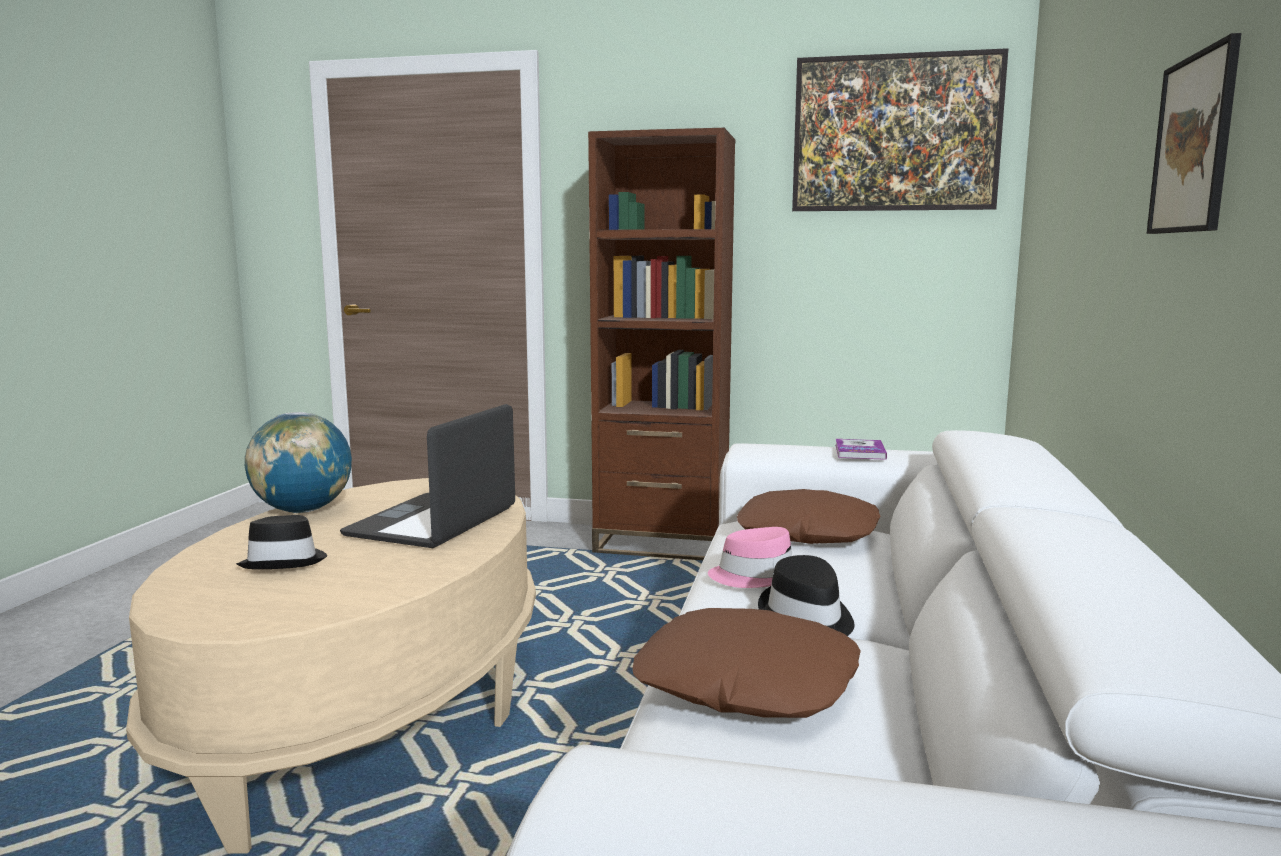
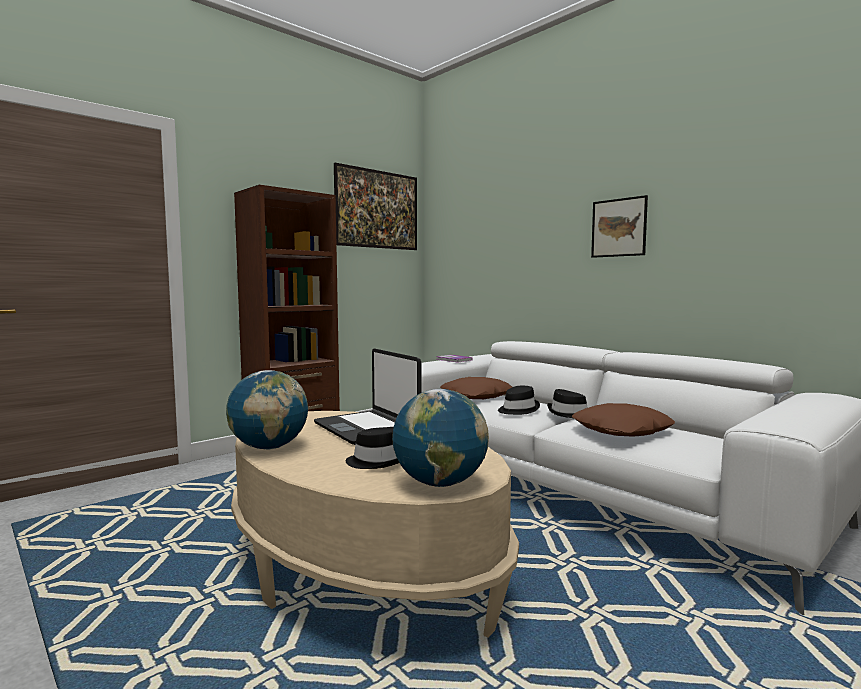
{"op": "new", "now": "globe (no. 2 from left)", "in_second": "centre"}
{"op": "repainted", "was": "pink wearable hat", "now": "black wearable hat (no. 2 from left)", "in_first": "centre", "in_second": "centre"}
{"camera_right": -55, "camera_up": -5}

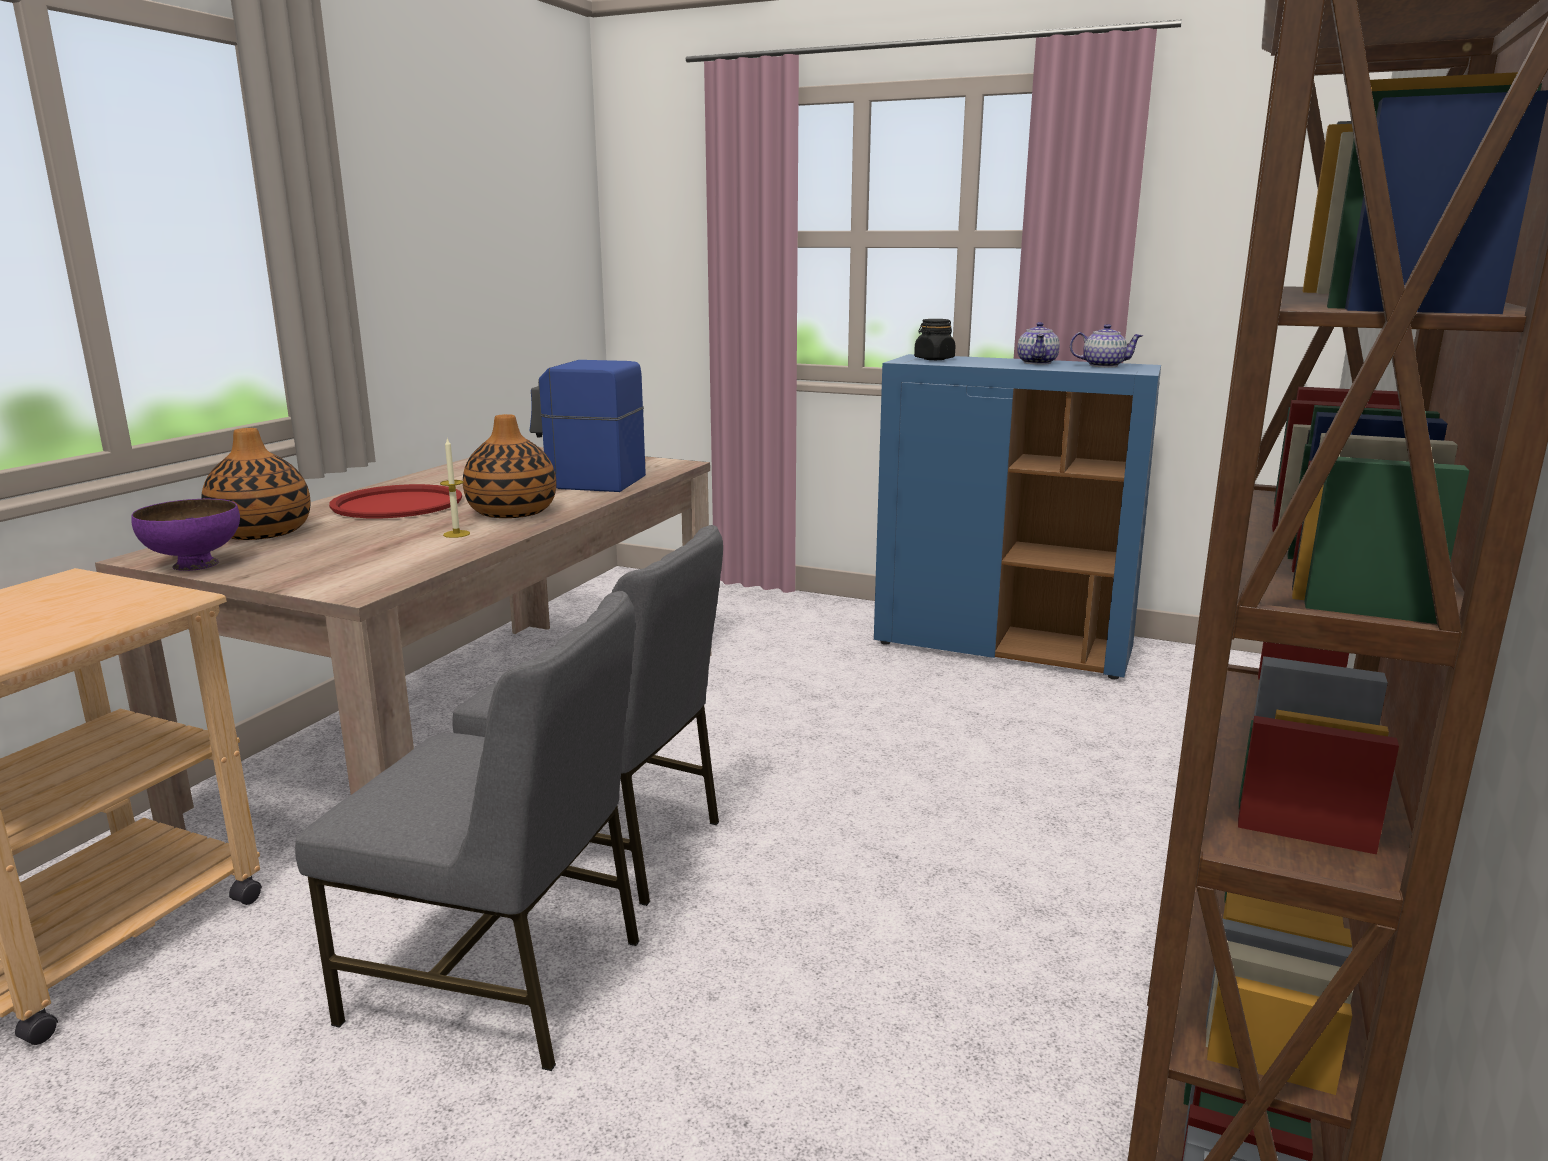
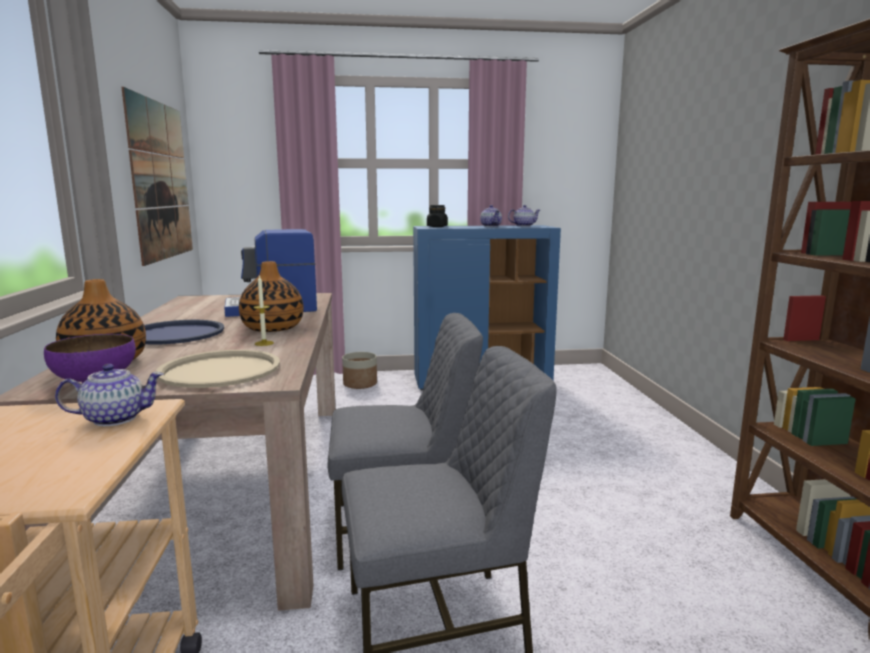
{"op": "new", "now": "tea pot (no. 1 from left)", "in_second": "middle left"}
{"op": "new", "now": "wall picture", "in_second": "top left"}
{"op": "new", "now": "sand-coloured tray", "in_second": "middle left"}
{"op": "new", "now": "planter", "in_second": "centre"}
{"op": "repainted", "was": "red tray", "now": "blue tray", "in_first": "middle left", "in_second": "middle left"}
{"camera_right": -30, "camera_up": -5}

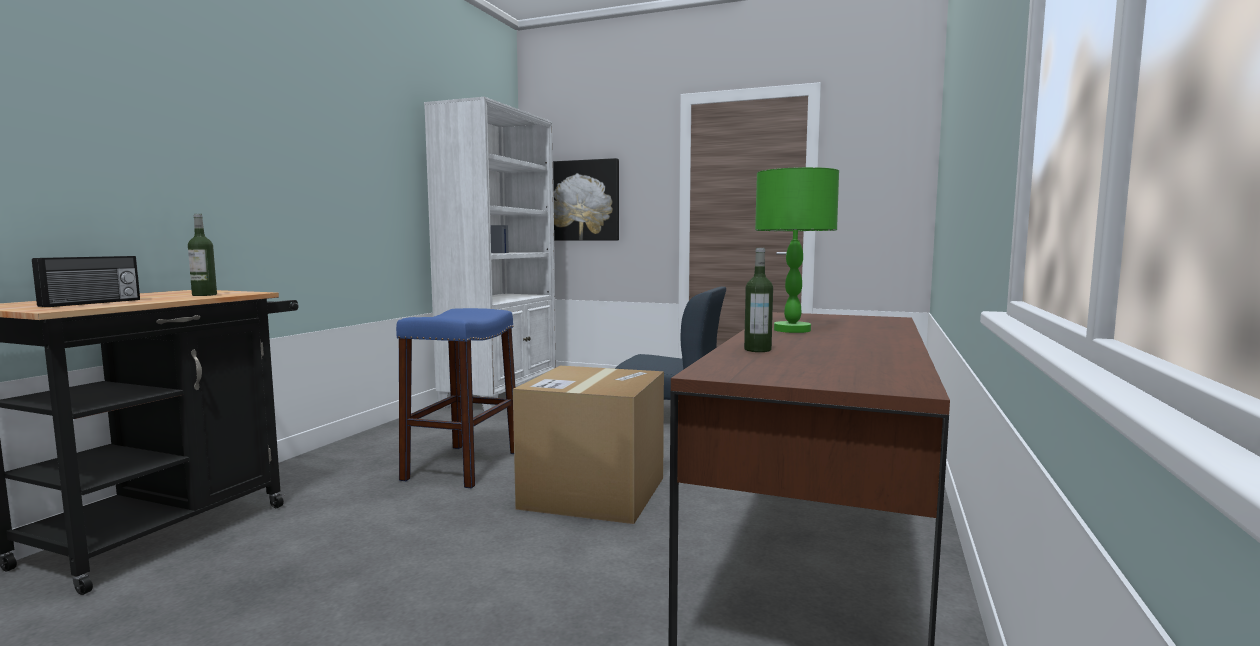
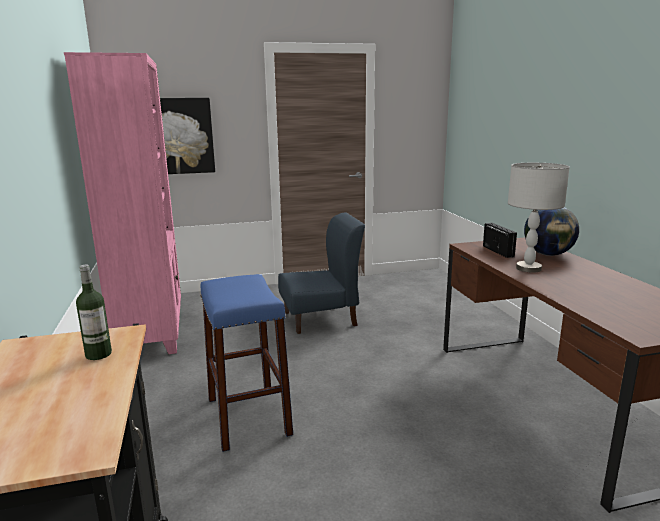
{"op": "gone", "was": "cardboard box", "in_first": "bottom centre"}
{"op": "gone", "was": "drink bottle (no. 2 from left)", "in_first": "centre"}
{"op": "new", "now": "globe", "in_second": "middle right"}
{"op": "shifted", "was": "radio receiver", "in_first": "middle left", "in_second": "middle right"}
{"op": "repainted", "was": "whitish bookcase", "now": "pink bookcase", "in_first": "centre", "in_second": "middle left"}
{"op": "repainted", "was": "greenish table lamp", "now": "grey table lamp", "in_first": "centre", "in_second": "middle right"}
{"camera_right": -35, "camera_up": 10}

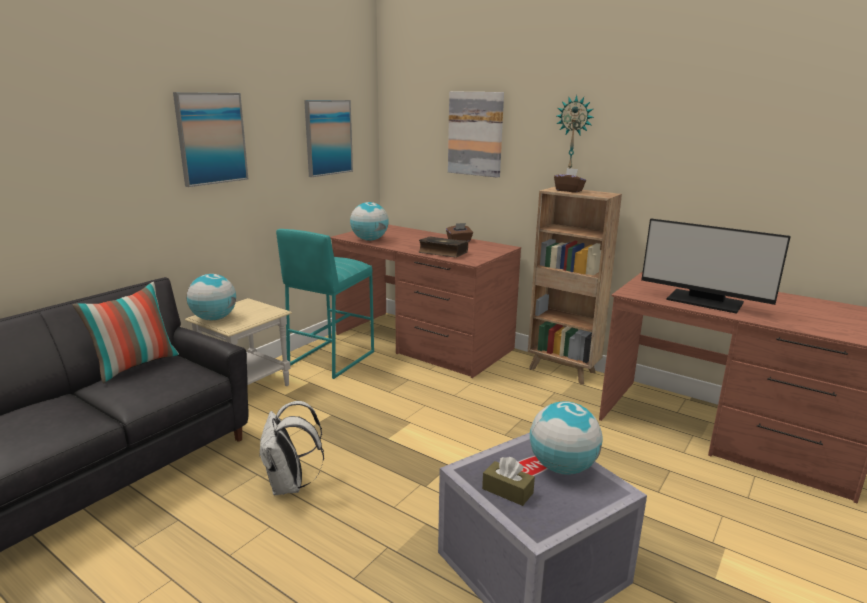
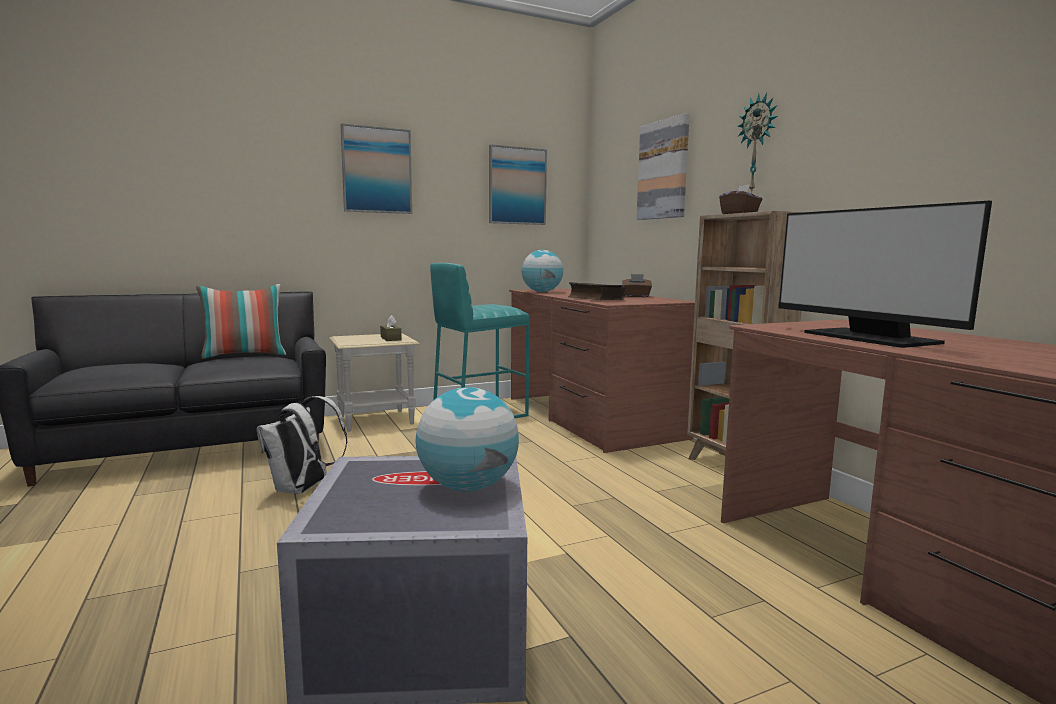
{"op": "gone", "was": "globe (no. 1 from left)", "in_first": "middle left"}
{"op": "shifted", "was": "brown box of tissues (no. 2 from left in the first image)", "now": "brown box of tissues (no. 1 from left)", "in_first": "bottom centre", "in_second": "centre"}
{"camera_right": 30, "camera_up": -10}

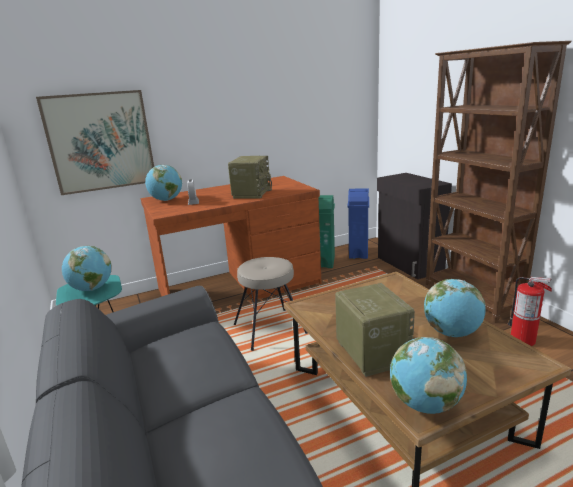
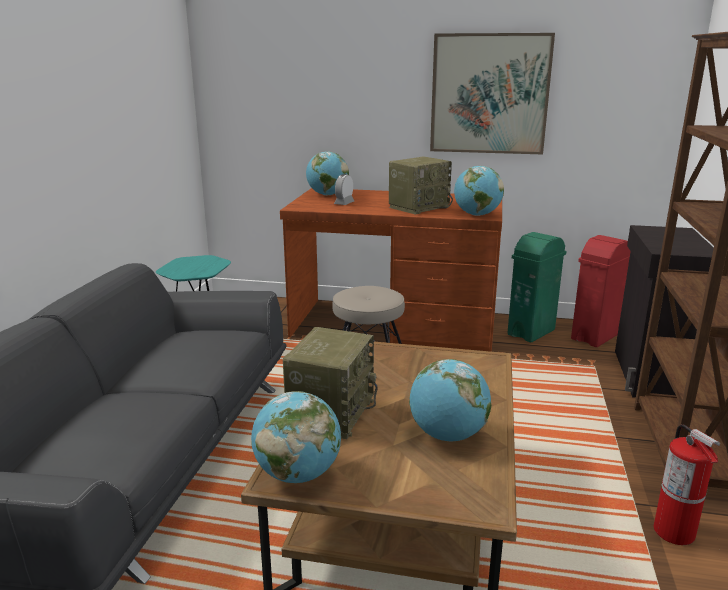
{"op": "shifted", "was": "wall picture", "in_first": "top left", "in_second": "top right"}
{"op": "shifted", "was": "globe (no. 1 from left in the first image)", "now": "globe (no. 4 from left)", "in_first": "middle left", "in_second": "top centre"}
{"op": "repainted", "was": "blue waste bin", "now": "red waste bin", "in_first": "centre", "in_second": "middle right"}
{"camera_right": 35, "camera_up": 0}

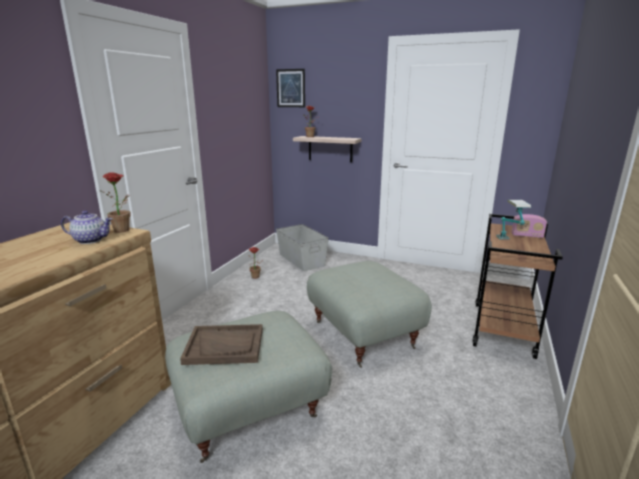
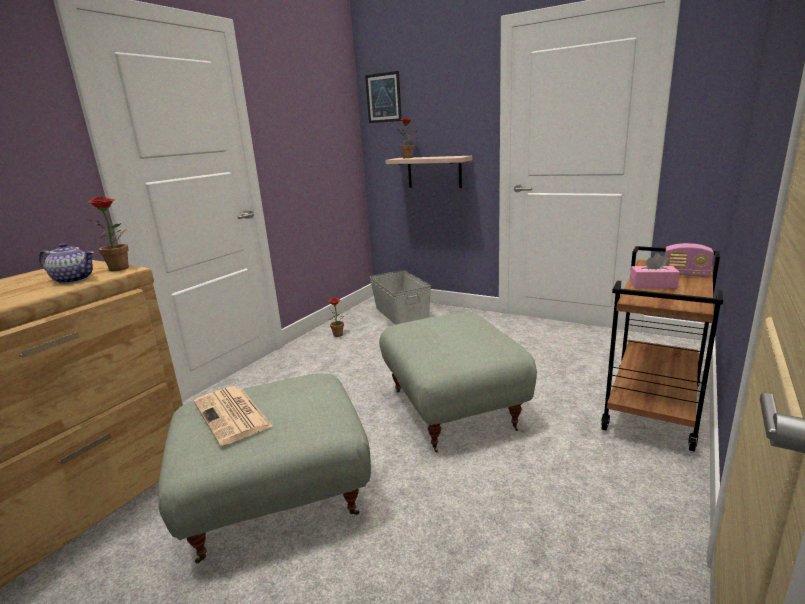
{"op": "swapped", "was": "brown tray", "now": "daily paper", "in_first": "bottom centre", "in_second": "bottom left"}
{"op": "swapped", "was": "table lamp", "now": "pink box of tissues", "in_first": "middle right", "in_second": "middle right"}
{"camera_right": 10, "camera_up": 0}

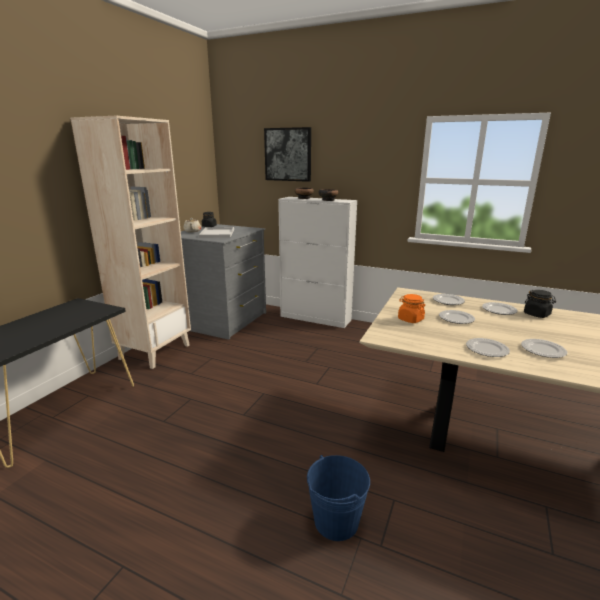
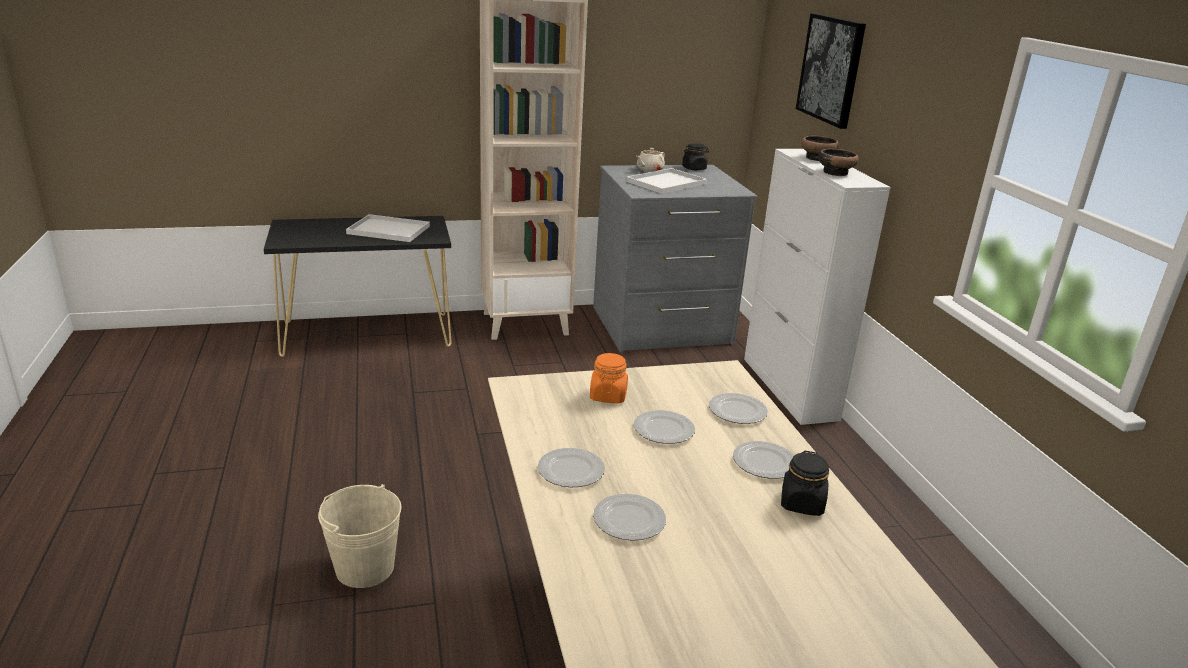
{"op": "new", "now": "whitish tray (no. 1 from left)", "in_second": "middle left"}
{"op": "repainted", "was": "blue water bucket", "now": "sand-coloured water bucket", "in_first": "bottom centre", "in_second": "bottom left"}
{"camera_right": 50, "camera_up": 5}

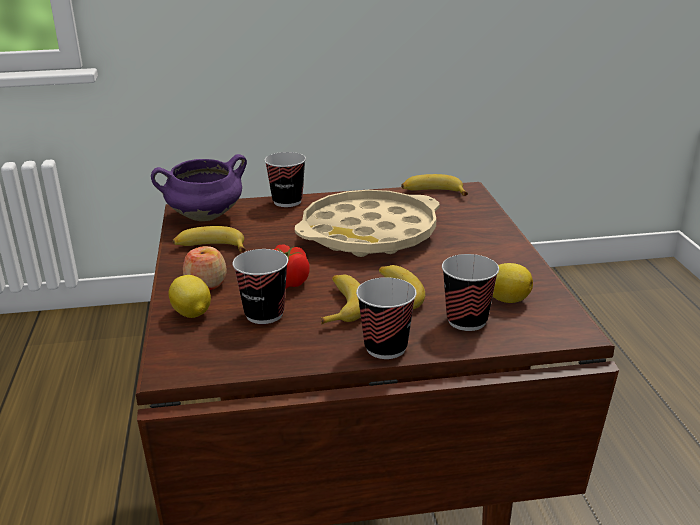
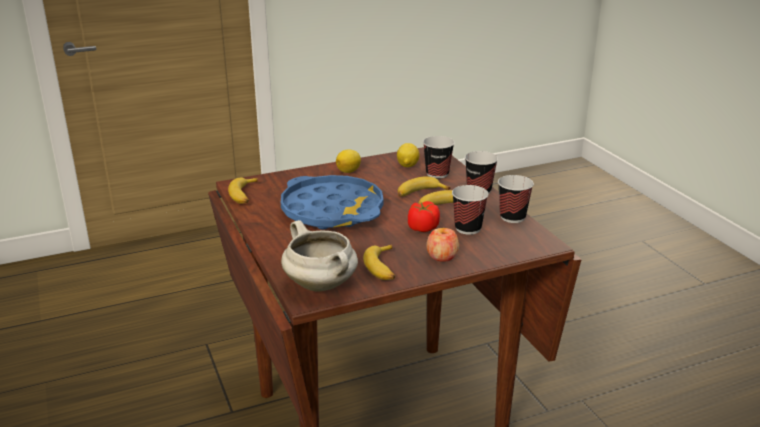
{"op": "shifted", "was": "lemon (no. 1 from left)", "in_first": "middle left", "in_second": "centre"}
{"op": "shifted", "was": "small cup (no. 2 from left in the first image)", "now": "small cup (no. 4 from left)", "in_first": "centre", "in_second": "middle right"}
{"op": "repainted", "was": "purple-coloured cooking pot", "now": "whitish cooking pot", "in_first": "middle left", "in_second": "centre"}
{"op": "repainted", "was": "sand-coloured tray", "now": "blue tray", "in_first": "centre", "in_second": "centre"}
{"camera_right": -105, "camera_up": 0}

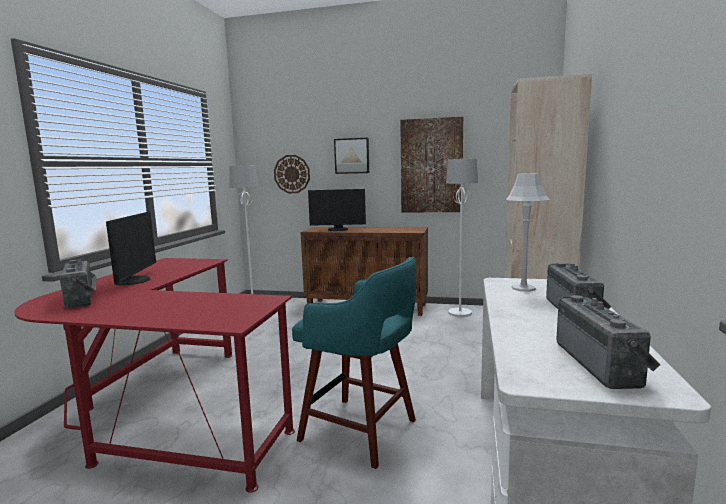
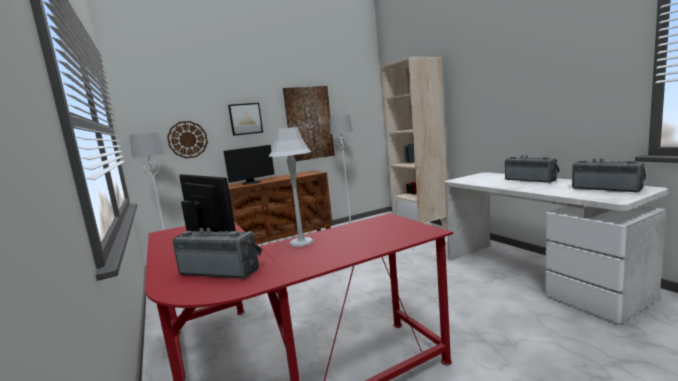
{"op": "gone", "was": "turquoise-coloured sitting stool", "in_first": "bottom centre"}
{"op": "shifted", "was": "grey table lamp", "in_first": "middle right", "in_second": "centre"}
{"camera_right": -40, "camera_up": 0}

